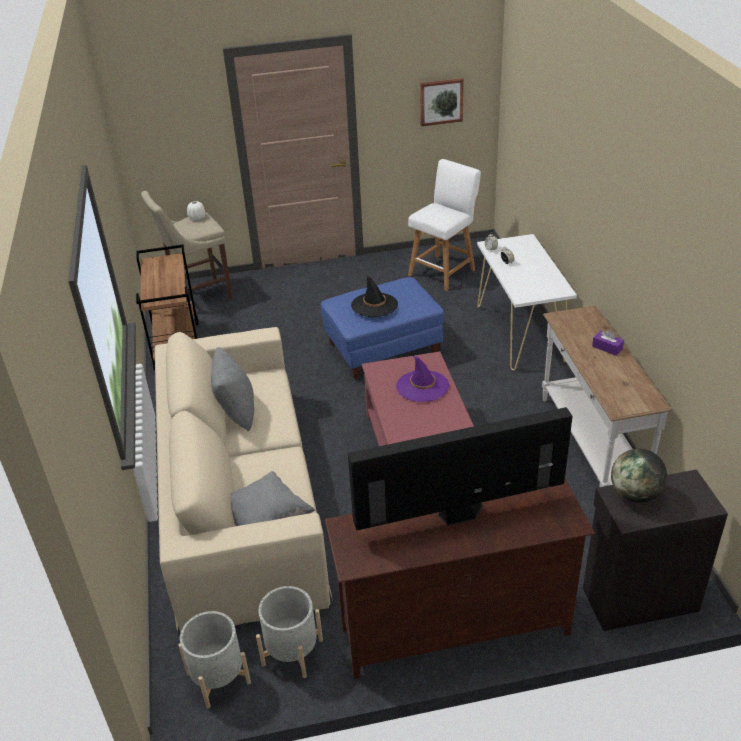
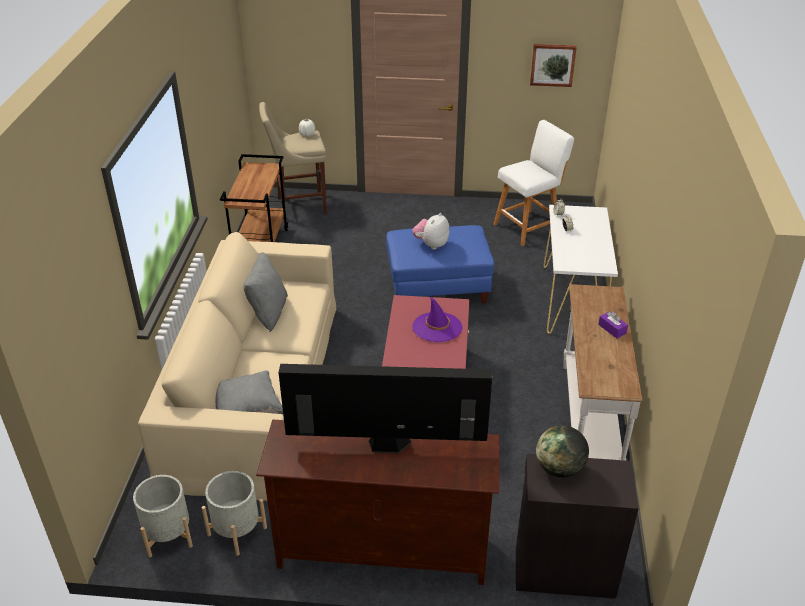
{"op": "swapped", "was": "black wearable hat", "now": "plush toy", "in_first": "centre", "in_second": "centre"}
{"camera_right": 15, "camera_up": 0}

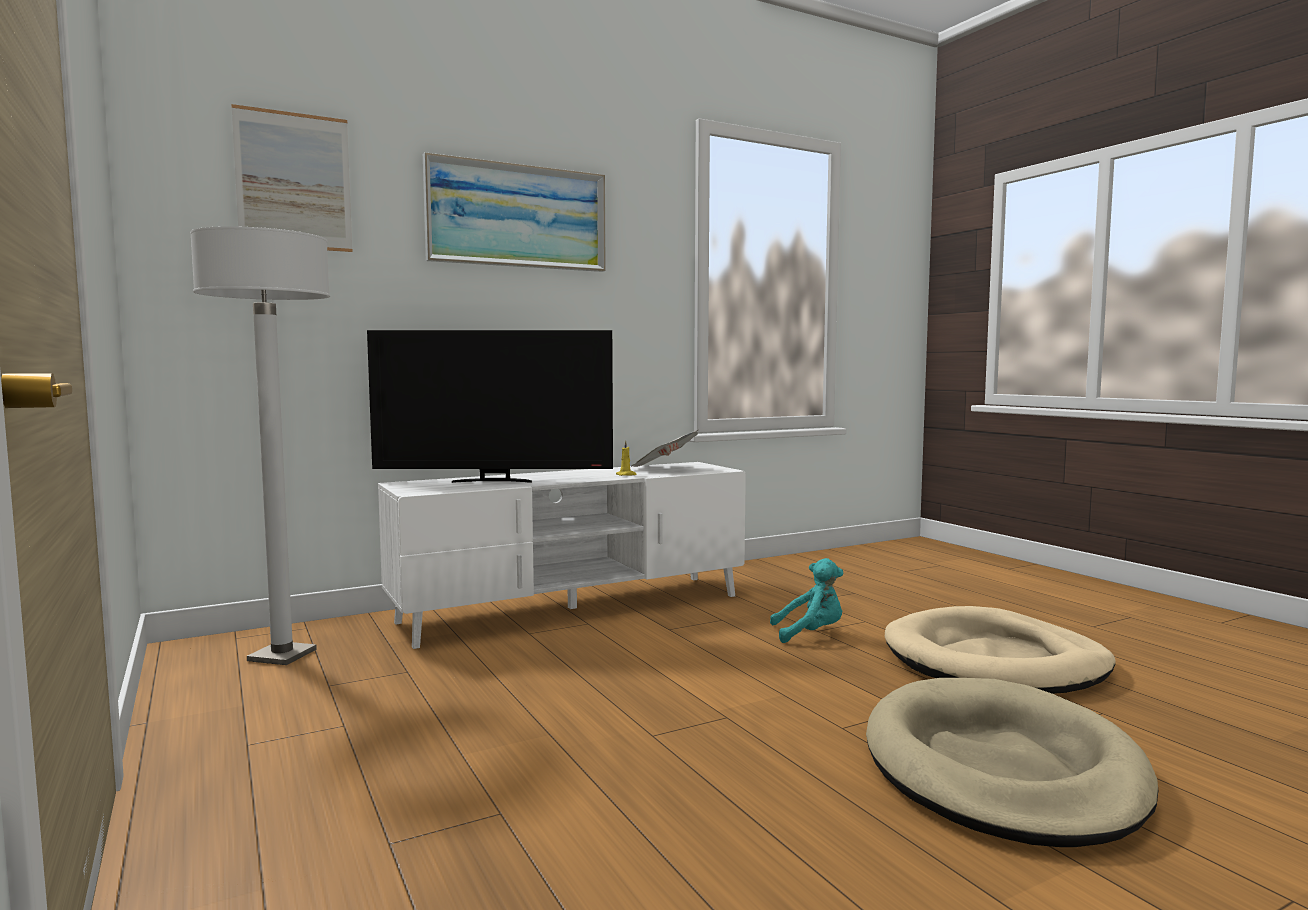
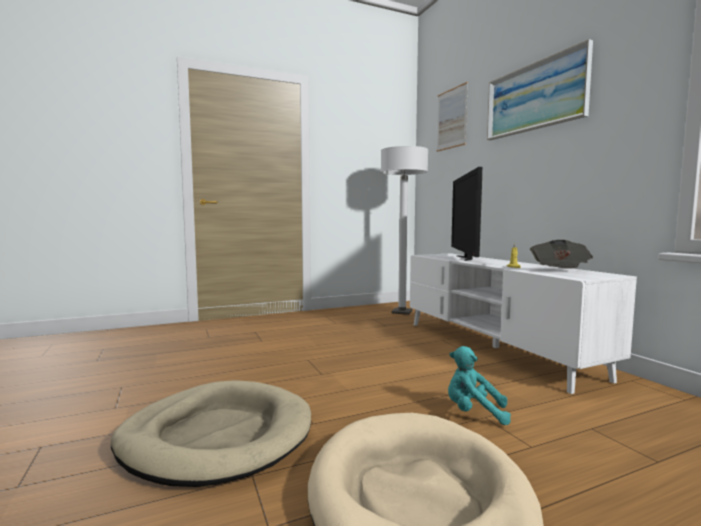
{"op": "rotated", "was": "turquoise-coloured plush toy", "in_first": "centre", "in_second": "bottom right", "clockwise": 105}
{"camera_right": 95, "camera_up": 0}

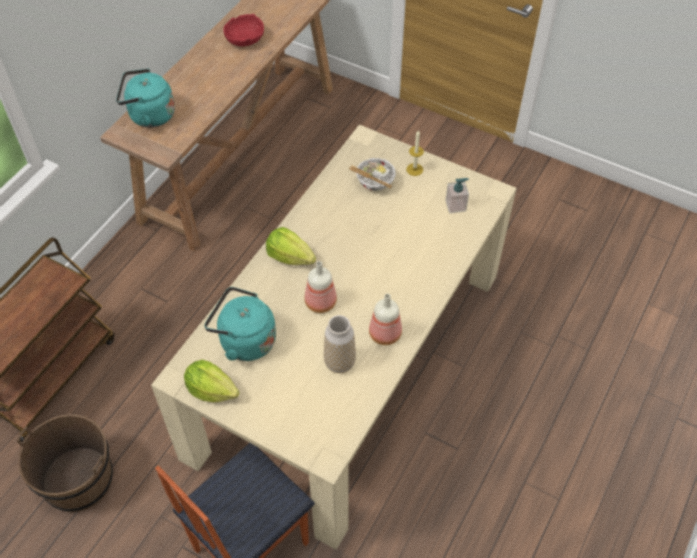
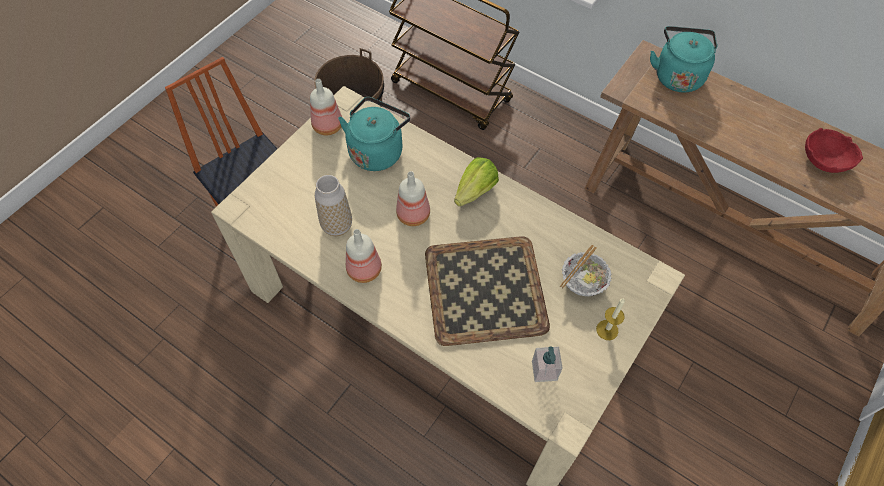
{"op": "new", "now": "tray", "in_second": "centre"}
{"op": "swapped", "was": "lettuce (no. 1 from left)", "now": "drink bottle (no. 1 from left)", "in_first": "bottom left", "in_second": "top centre"}
{"camera_right": 95, "camera_up": 5}

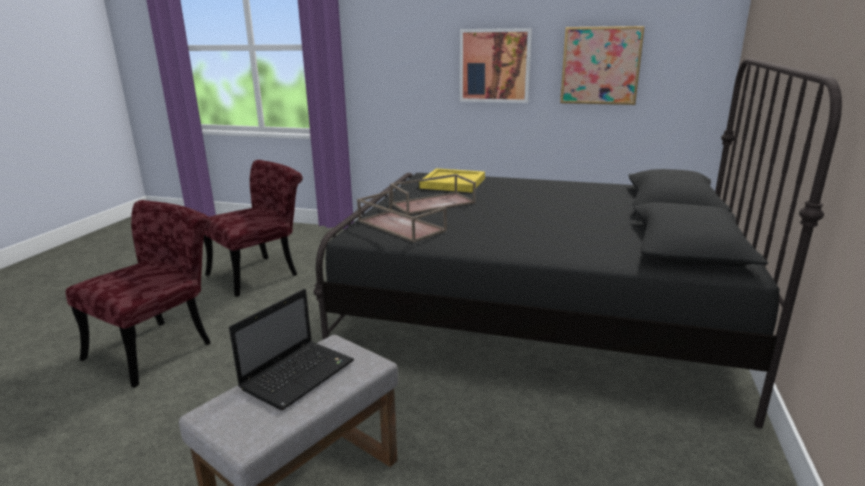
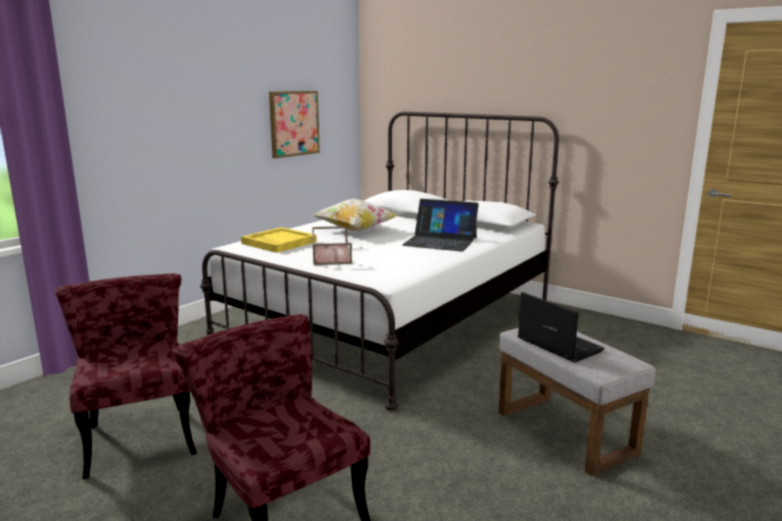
{"op": "gone", "was": "brown tray (no. 1 from left)", "in_first": "centre"}
{"op": "gone", "was": "wall picture (no. 1 from left)", "in_first": "top centre"}
{"op": "new", "now": "throw pillow", "in_second": "centre"}
{"op": "new", "now": "portable computer (no. 1 from left)", "in_second": "centre"}
{"op": "repainted", "was": "black sleeping bed", "now": "whitish sleeping bed", "in_first": "middle right", "in_second": "centre"}
{"camera_right": -70, "camera_up": -5}

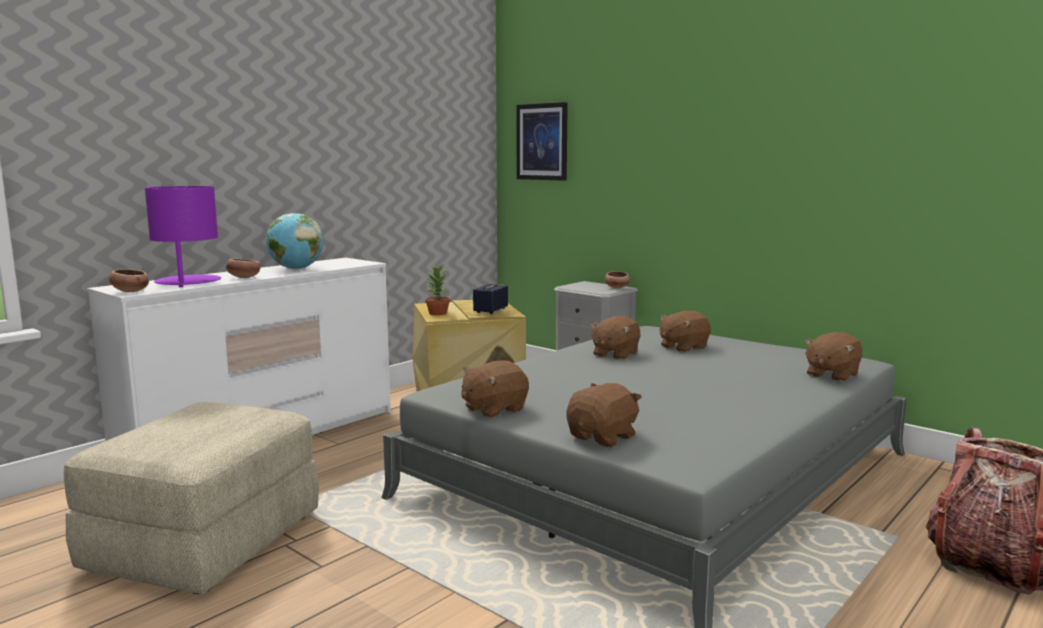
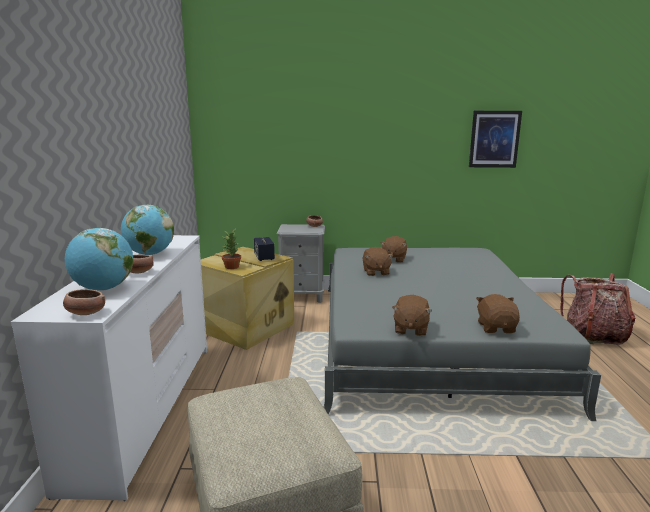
{"op": "gone", "was": "brown plush toy (no. 5 from left)", "in_first": "middle right"}
{"op": "shifted", "was": "wall picture", "in_first": "top centre", "in_second": "top right"}
{"op": "swapped", "was": "purple-coloured table lamp", "now": "globe (no. 1 from left)", "in_first": "middle left", "in_second": "middle left"}
{"camera_right": -40, "camera_up": 5}

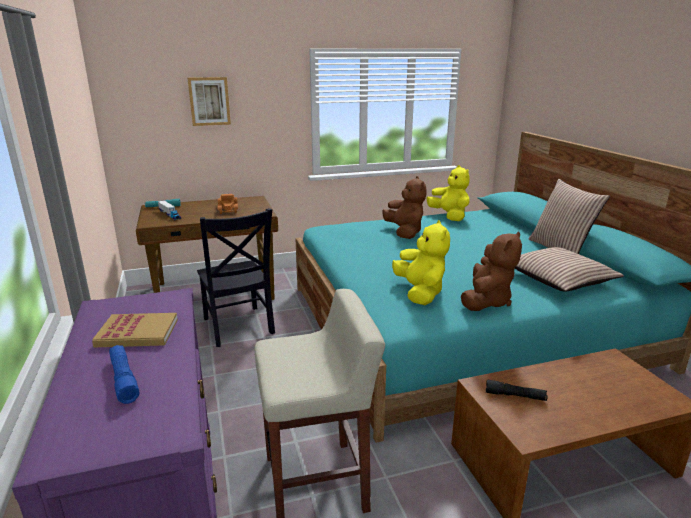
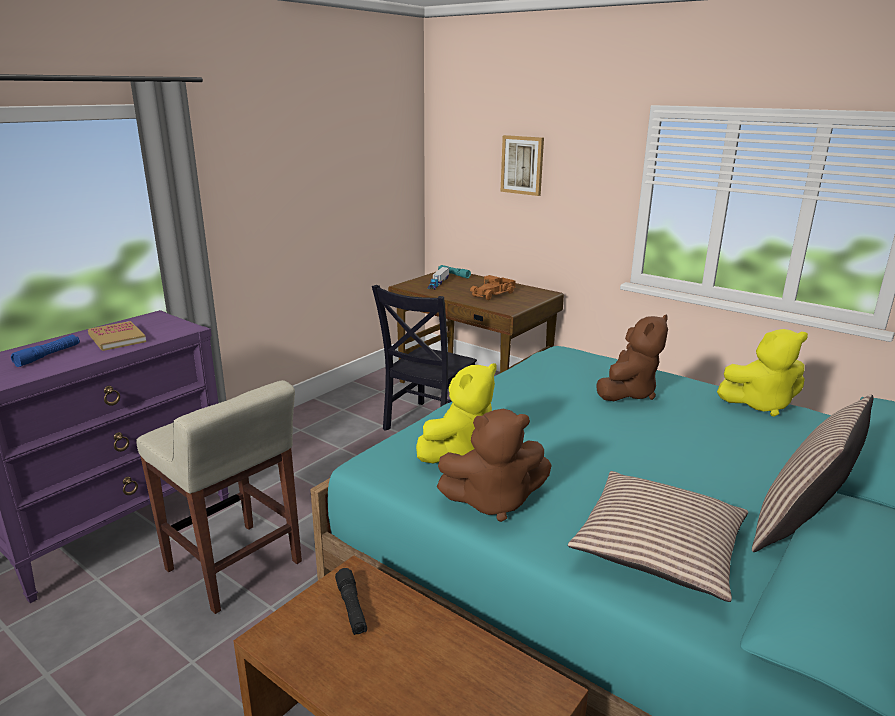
{"op": "rotated", "was": "yellow-coloured plush toy (no. 2 from left)", "in_first": "centre", "in_second": "middle right", "clockwise": 60}
{"camera_right": 55, "camera_up": 0}

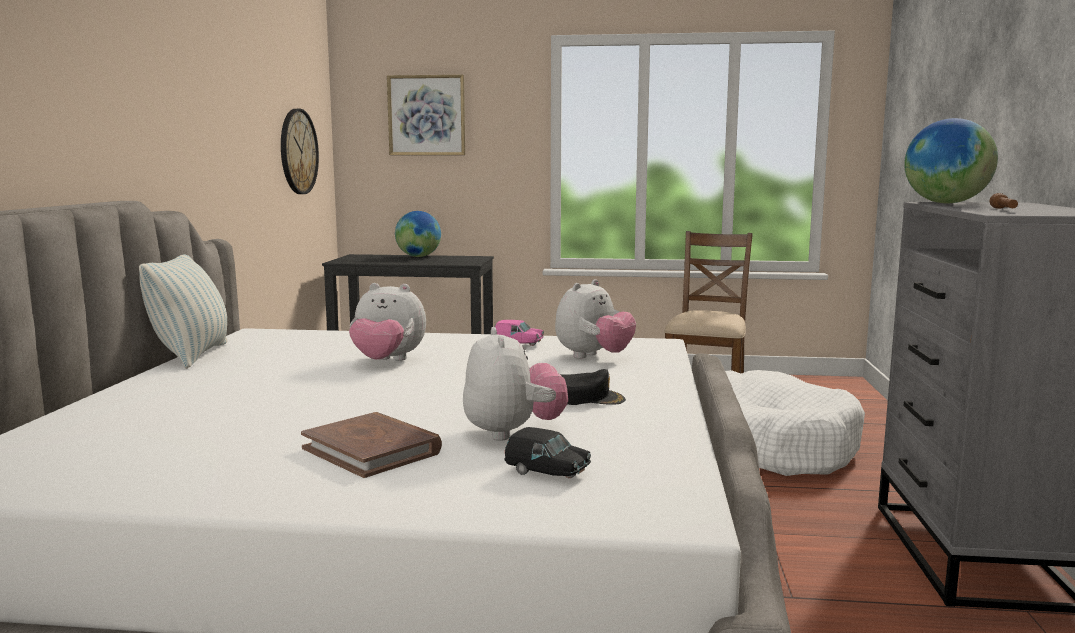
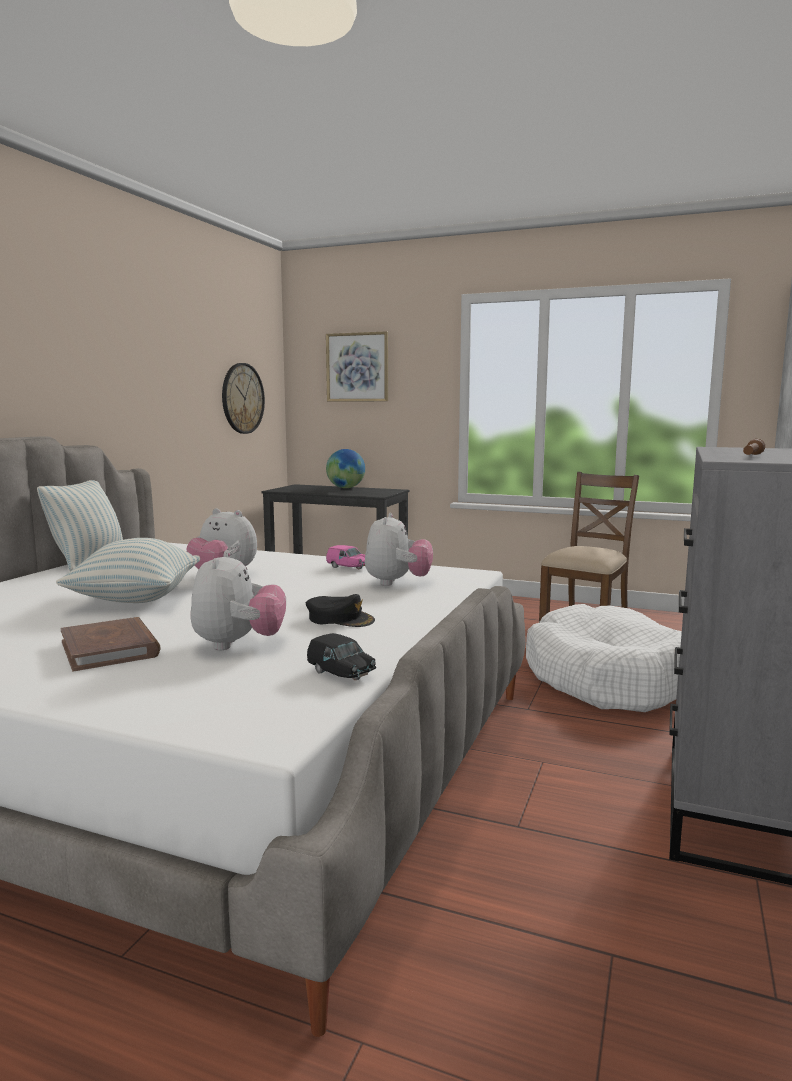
{"op": "gone", "was": "globe (no. 2 from left)", "in_first": "top right"}
{"op": "new", "now": "throw pillow (no. 2 from left)", "in_second": "middle left"}
{"op": "shifted", "was": "black toy car", "in_first": "bottom centre", "in_second": "centre"}
{"op": "rotated", "was": "plush toy (no. 3 from left)", "in_first": "centre", "in_second": "centre", "clockwise": -45}
{"camera_right": 15, "camera_up": 0}

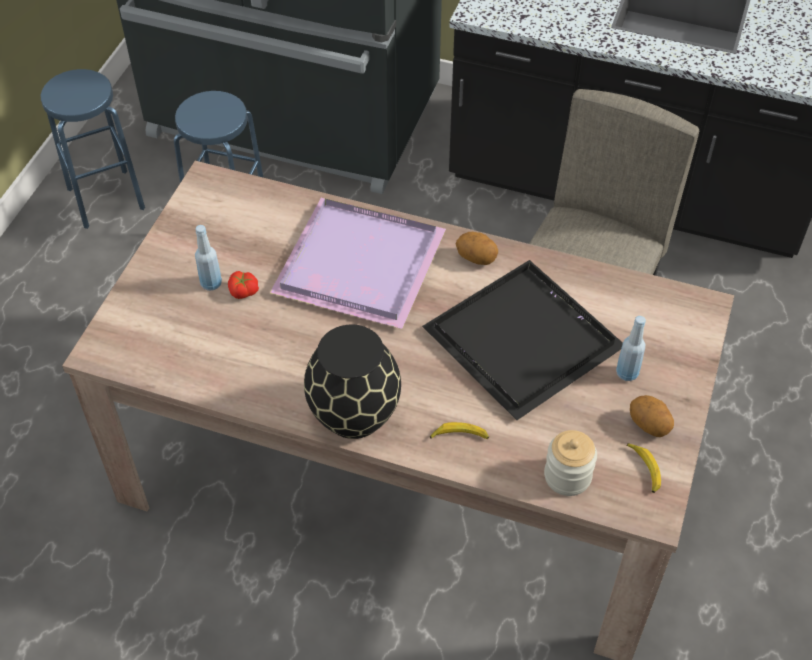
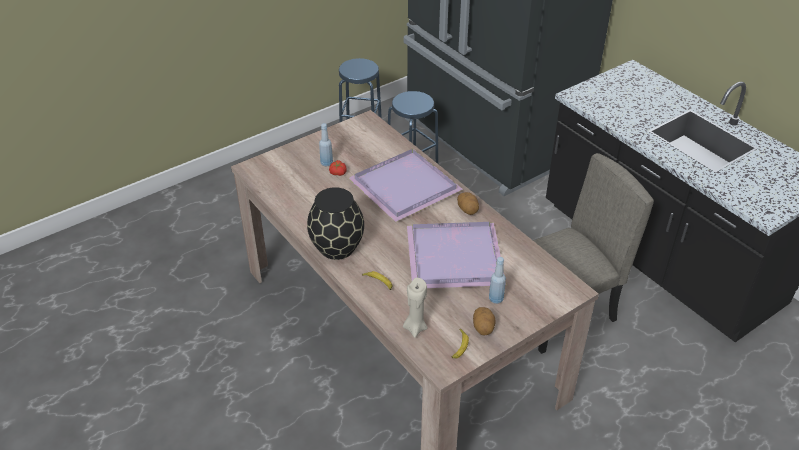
{"op": "swapped", "was": "storage jar", "now": "sand-coloured wax light", "in_first": "bottom right", "in_second": "bottom centre"}
{"op": "repainted", "was": "black tray", "now": "purple-coloured tray (no. 2 from left)", "in_first": "centre", "in_second": "centre"}
{"camera_right": 35, "camera_up": -10}

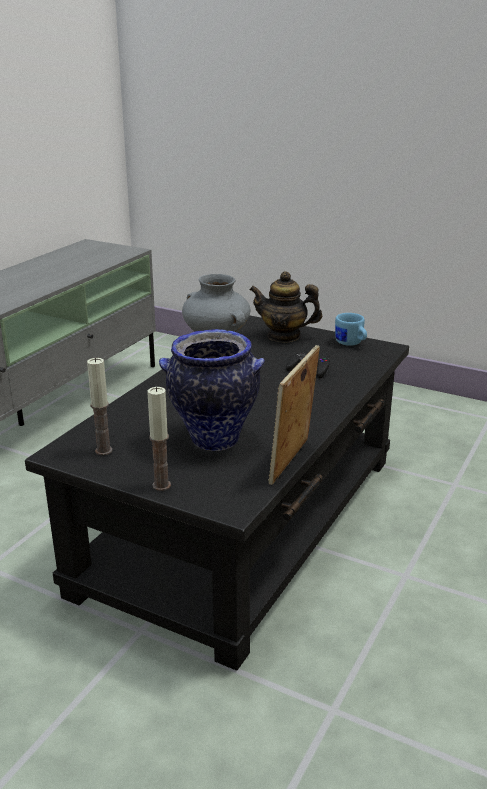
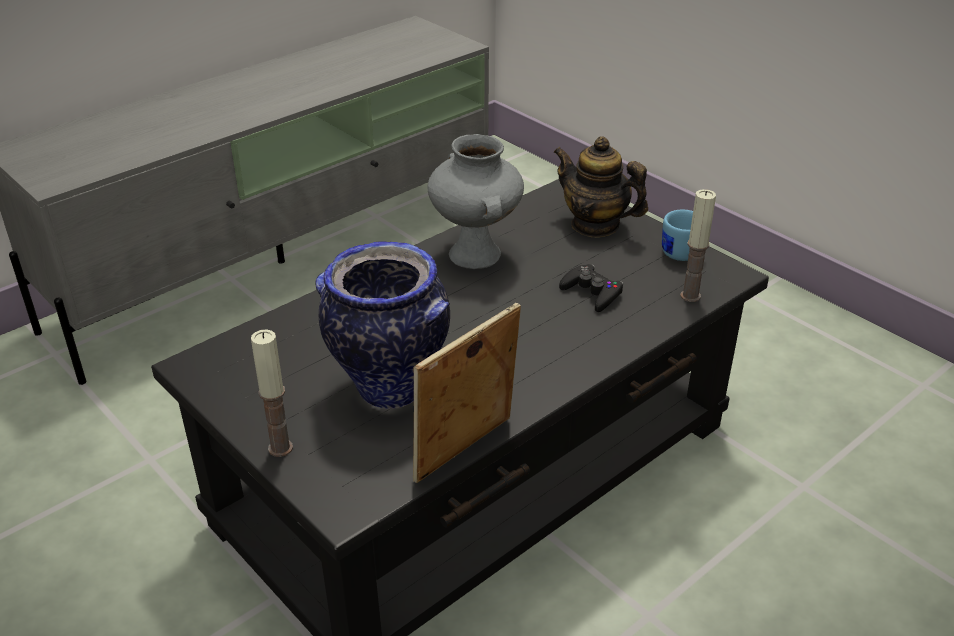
{"op": "shifted", "was": "wax light (no. 1 from left in the first image)", "now": "wax light (no. 2 from left)", "in_first": "middle left", "in_second": "middle right"}
{"camera_right": 20, "camera_up": 10}

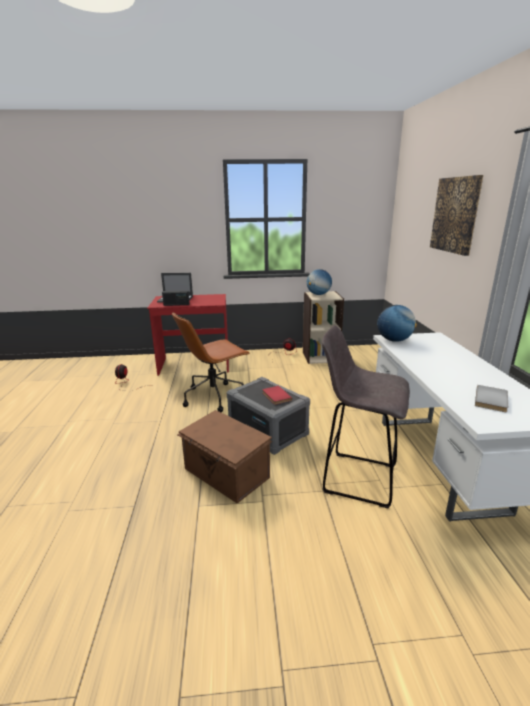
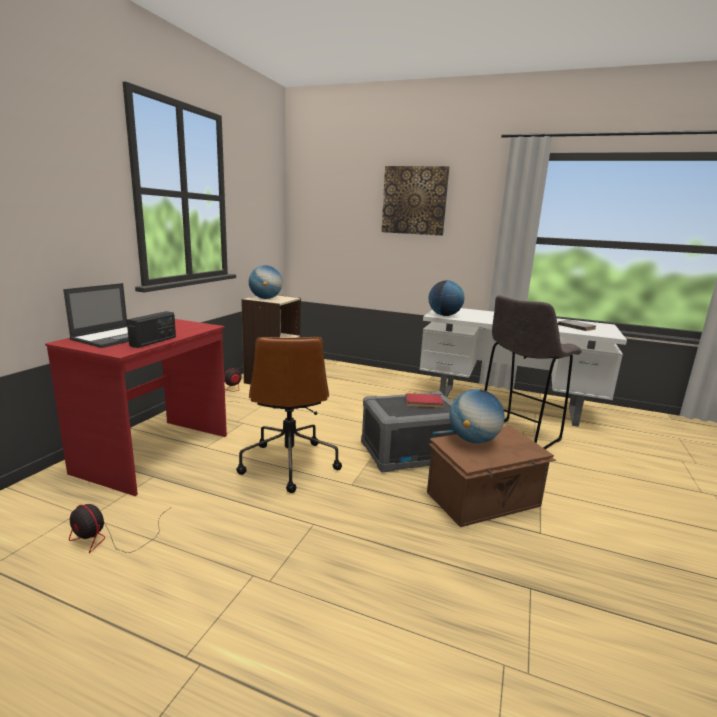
{"op": "new", "now": "globe (no. 3 from left)", "in_second": "centre"}
{"camera_right": -65, "camera_up": -5}

